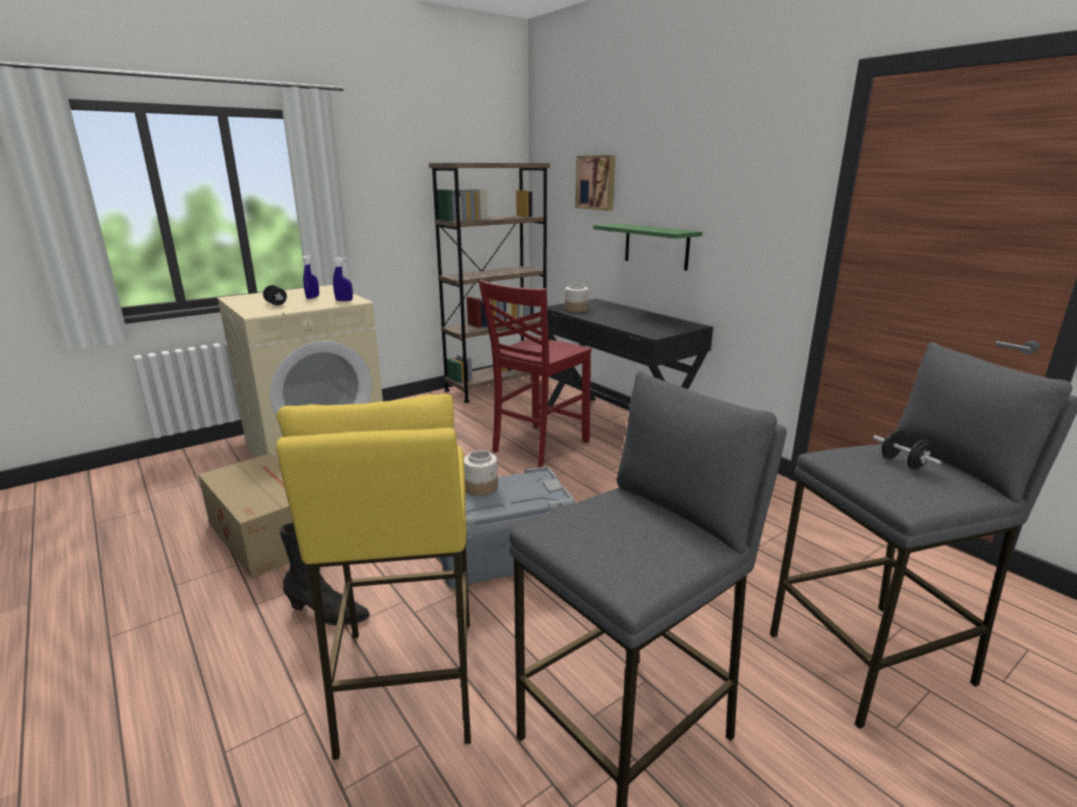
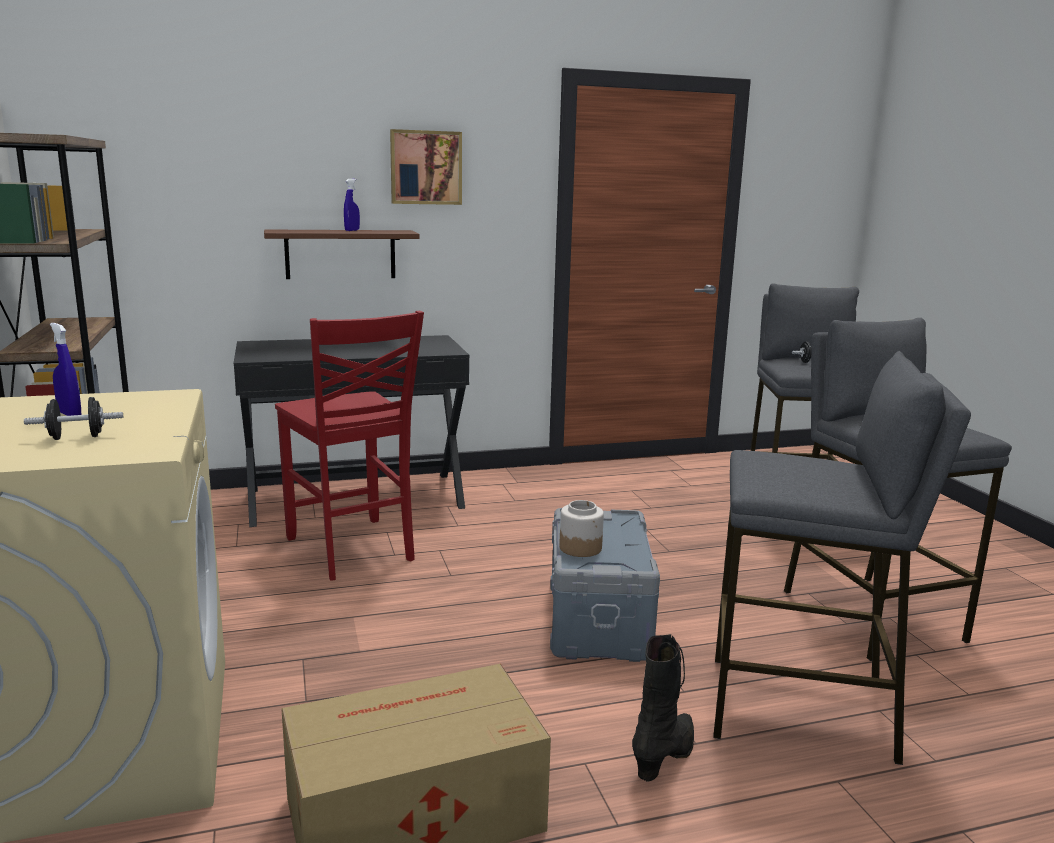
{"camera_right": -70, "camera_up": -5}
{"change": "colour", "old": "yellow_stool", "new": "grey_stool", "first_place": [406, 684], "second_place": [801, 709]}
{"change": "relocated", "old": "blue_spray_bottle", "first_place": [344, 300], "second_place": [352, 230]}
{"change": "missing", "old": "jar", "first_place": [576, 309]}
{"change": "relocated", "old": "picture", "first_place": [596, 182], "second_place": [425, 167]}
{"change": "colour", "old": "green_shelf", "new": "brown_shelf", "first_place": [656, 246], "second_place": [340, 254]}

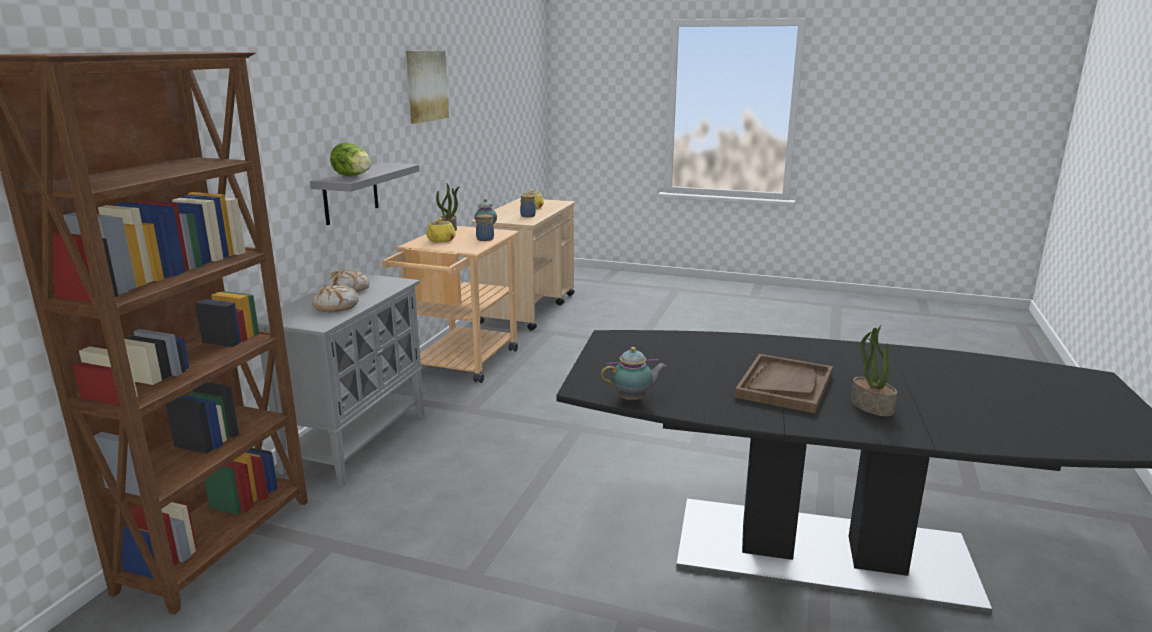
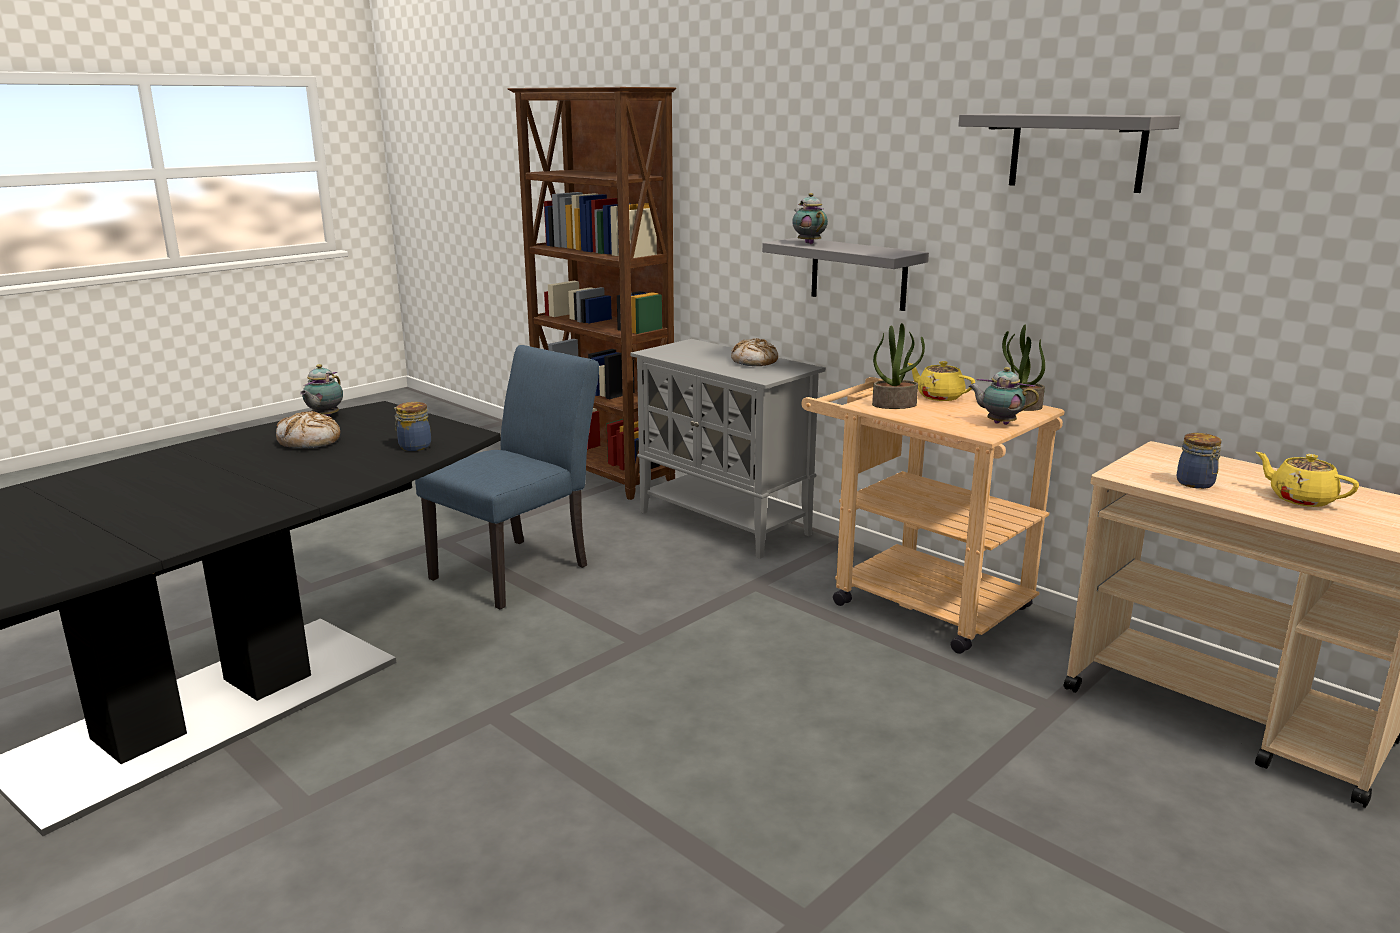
{"camera_right": 115, "camera_up": 0}
{"change": "relocated", "old": "bread", "first_place": [336, 306], "second_place": [310, 441]}
{"change": "exchanged", "old": "lettuce", "new": "teapot", "first_place": [354, 176], "second_place": [808, 243]}
{"change": "exchanged", "old": "picture", "new": "grey_shelf", "first_place": [425, 85], "second_place": [1076, 152]}
{"change": "relocated", "old": "jar", "first_place": [485, 239], "second_place": [413, 446]}
{"change": "missing", "old": "brown_tray", "first_place": [784, 385]}
{"change": "relocated", "old": "potted_plant", "first_place": [870, 406], "second_place": [894, 404]}
{"change": "appeared", "new": "blue_chair", "second_place": [519, 568]}

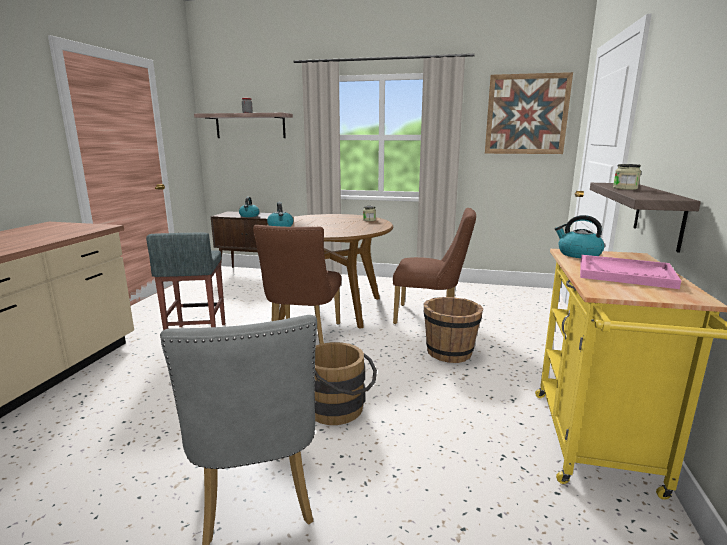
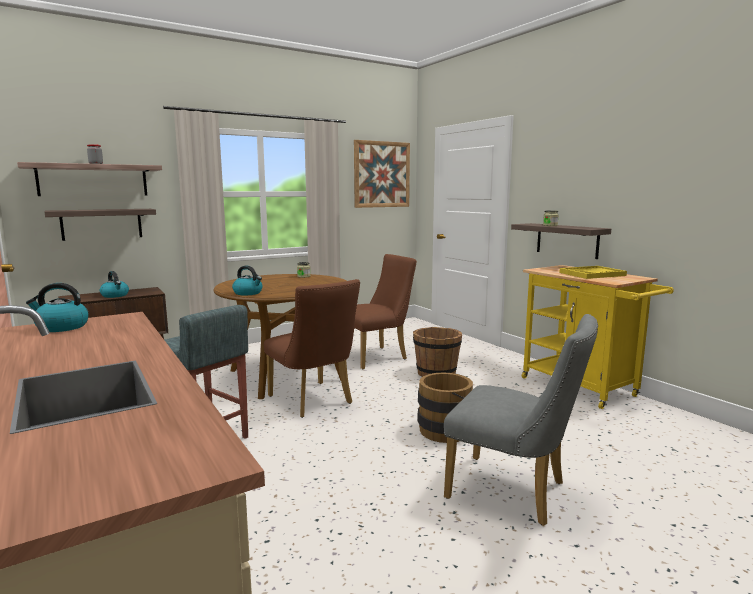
{"camera_right": -45, "camera_up": -5}
{"change": "relocated", "old": "kettle", "first_place": [578, 254], "second_place": [61, 327]}
{"change": "colour", "old": "pink_tray", "new": "yellow_tray", "first_place": [625, 274], "second_place": [592, 274]}
{"change": "appeared", "new": "shelf", "second_place": [102, 224]}

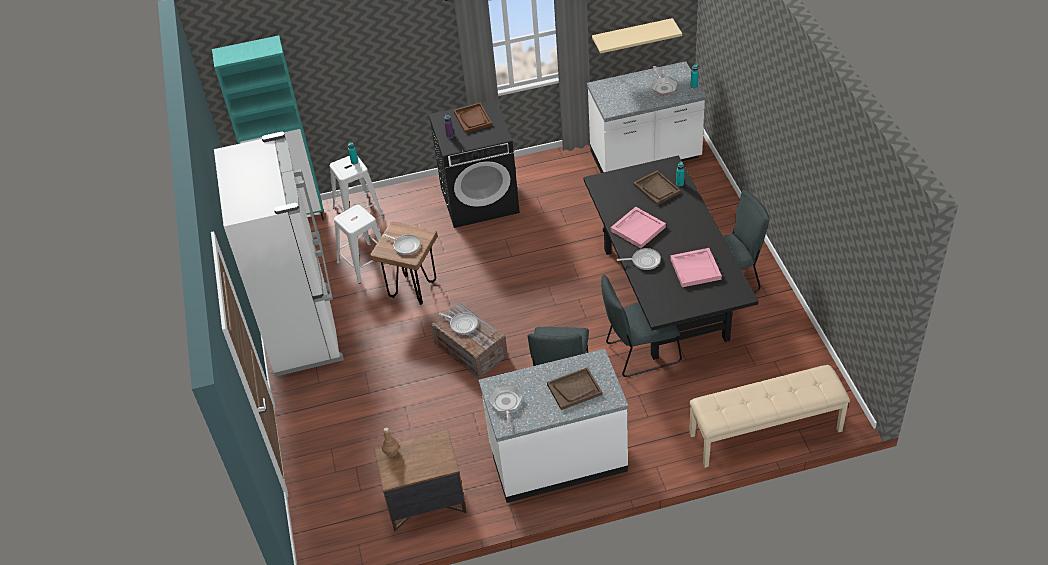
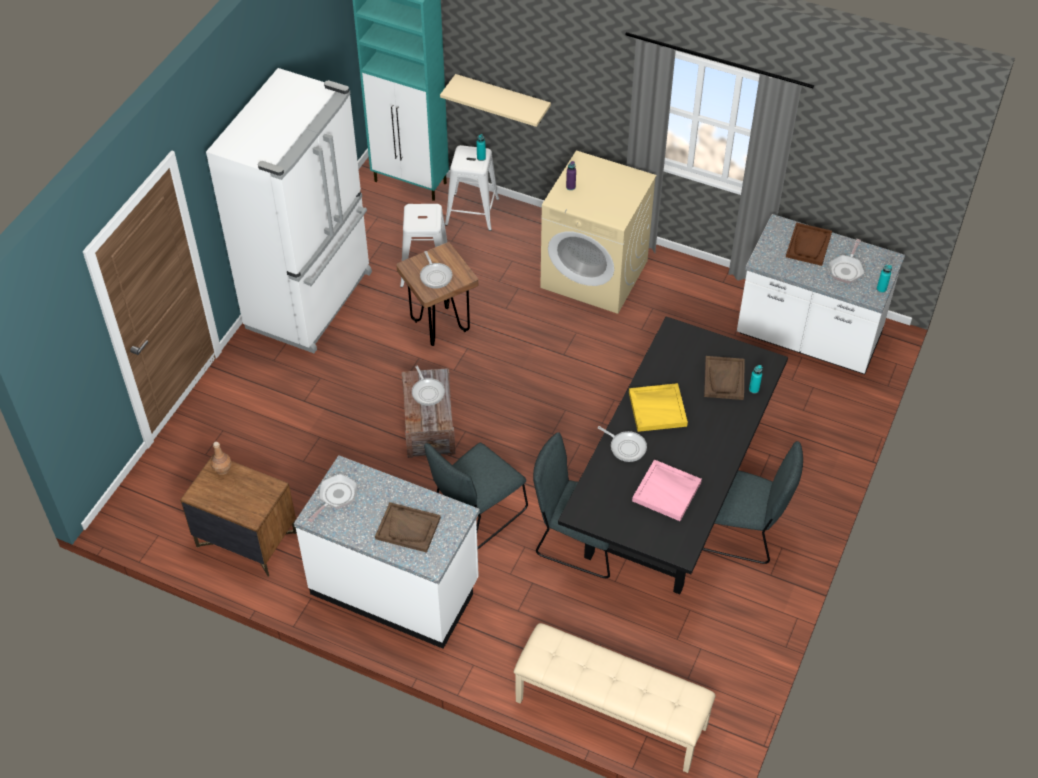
{"camera_right": 35, "camera_up": 5}
{"change": "colour", "old": "black_washing_machine", "new": "beige_washing_machine", "first_place": [480, 199], "second_place": [595, 274]}
{"change": "relocated", "old": "brown_tray", "first_place": [473, 119], "second_place": [808, 245]}
{"change": "relocated", "old": "beige_shelf", "first_place": [632, 36], "second_place": [502, 99]}
{"change": "colour", "old": "pink_tray", "new": "yellow_tray", "first_place": [638, 228], "second_place": [658, 409]}

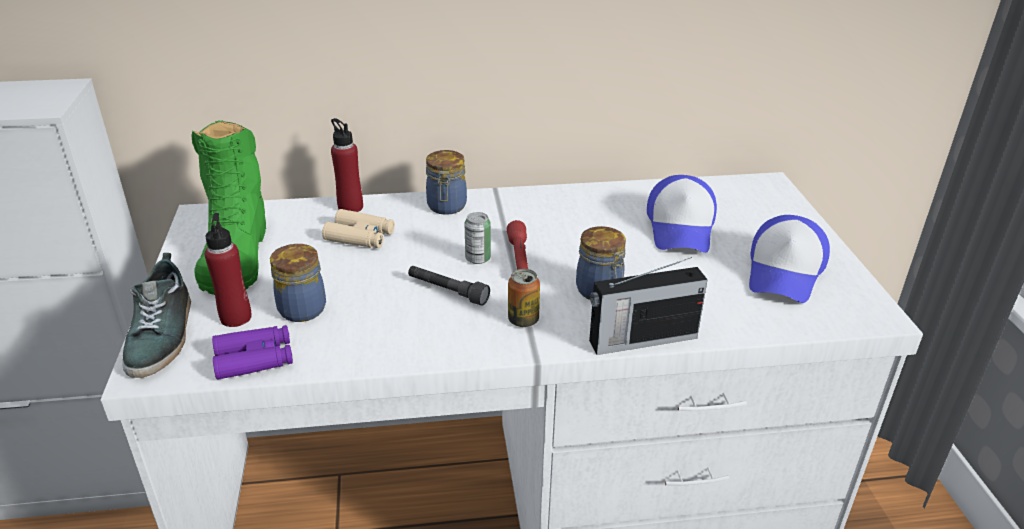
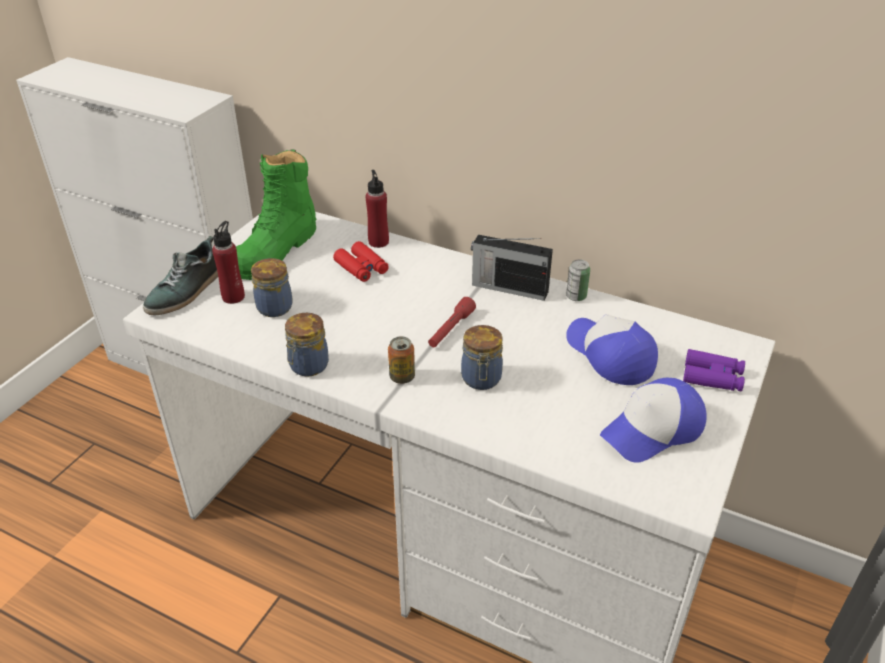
{"camera_right": 35, "camera_up": 5}
{"change": "relocated", "old": "purple_binoculars", "first_place": [254, 359], "second_place": [712, 377]}
{"change": "colour", "old": "beige_binoculars", "new": "red_binoculars", "first_place": [360, 237], "second_place": [361, 268]}
{"change": "missing", "old": "grey_flashlight", "first_place": [447, 291]}
{"change": "relocated", "old": "jar", "first_place": [446, 207], "second_place": [307, 366]}
{"change": "relocated", "old": "can", "first_place": [478, 258], "second_place": [576, 296]}
{"change": "relocated", "old": "radio", "first_place": [641, 339], "second_place": [508, 288]}
{"change": "spun", "old": "cap", "first_place": [681, 227], "second_place": [609, 355], "degrees": 105}

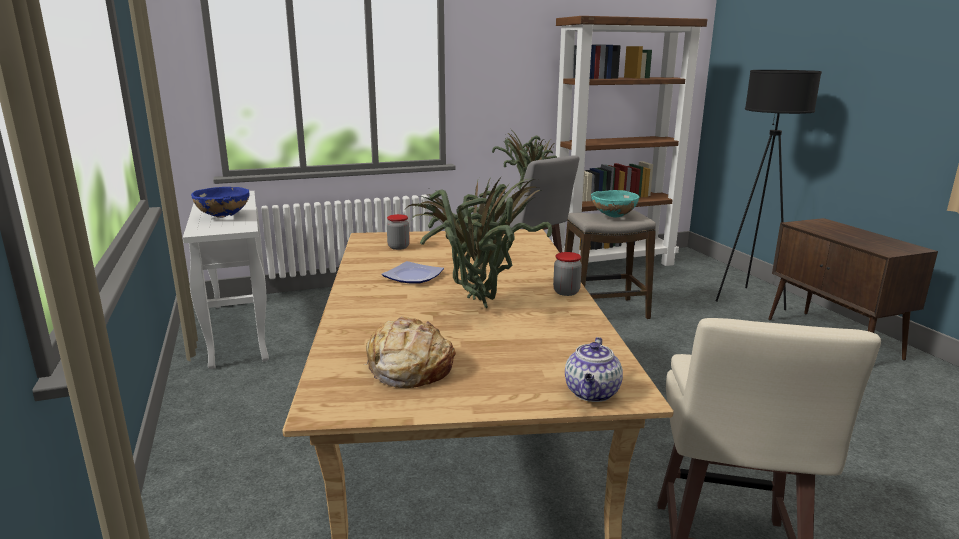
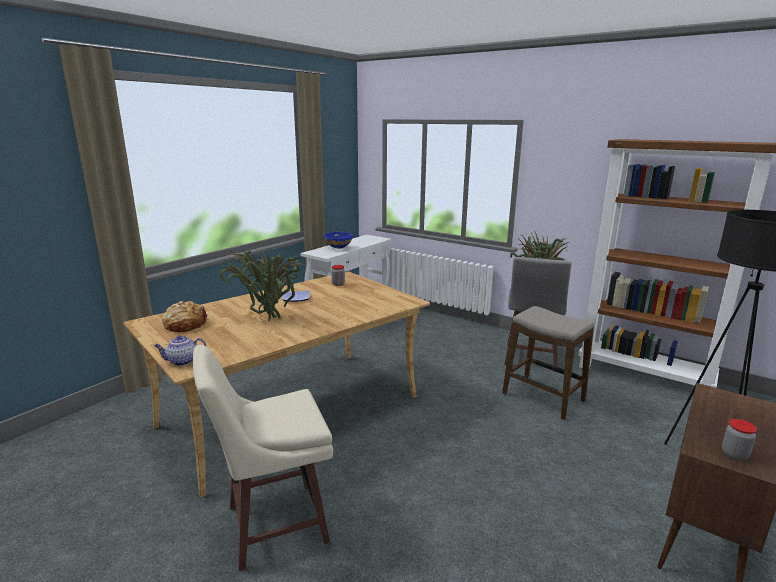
{"camera_right": 55, "camera_up": 0}
{"change": "relocated", "old": "jar", "first_place": [566, 292], "second_place": [734, 454]}
{"change": "missing", "old": "turquoise_bowl", "first_place": [613, 217]}

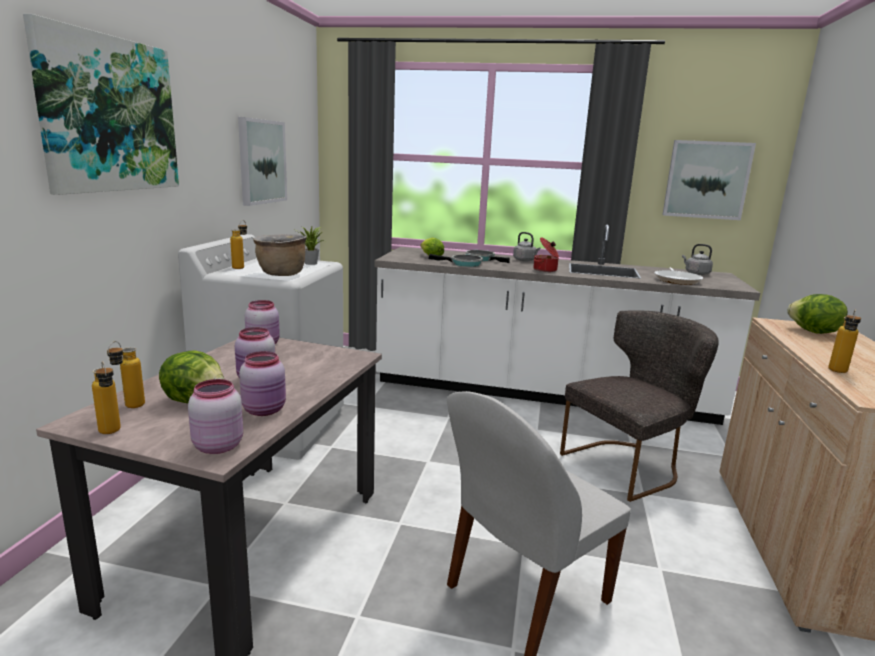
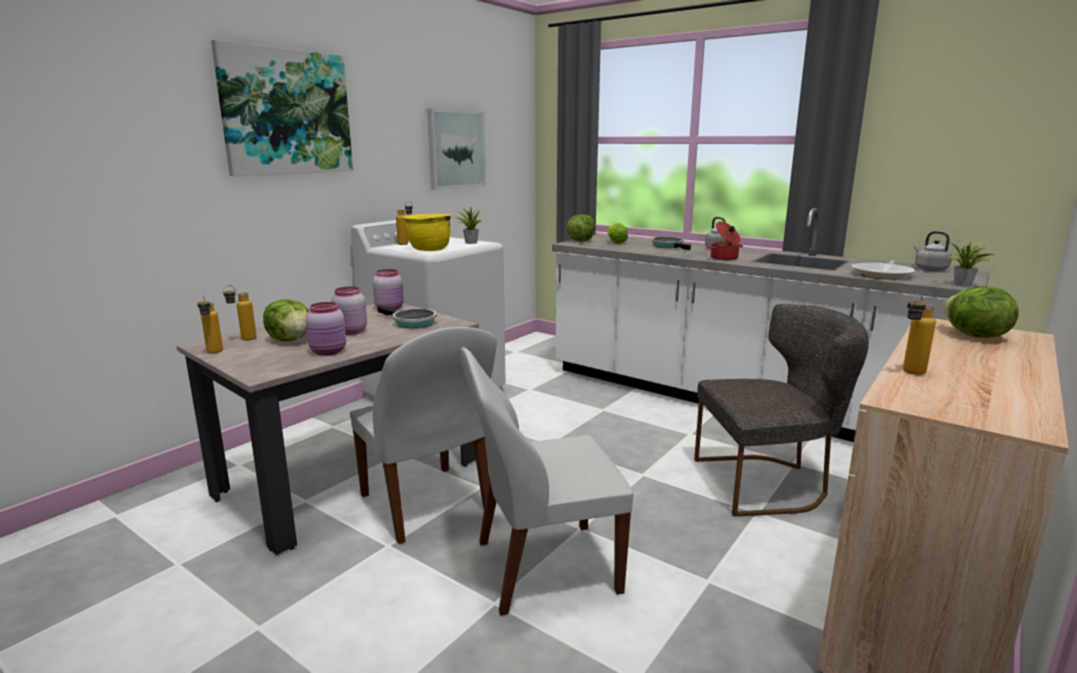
{"camera_right": 25, "camera_up": 0}
{"change": "missing", "old": "pink_jar", "first_place": [217, 446]}
{"change": "colour", "old": "brown_cooking_pot", "new": "yellow_cooking_pot", "first_place": [281, 274], "second_place": [429, 250]}
{"change": "relocated", "old": "frying_pan", "first_place": [463, 264], "second_place": [411, 322]}
{"change": "missing", "old": "picture", "first_place": [706, 180]}
{"change": "appeared", "new": "white_chair", "second_place": [426, 505]}
{"change": "appeared", "new": "lettuce", "second_place": [580, 241]}
{"change": "appeared", "new": "potted_plant", "second_place": [963, 285]}

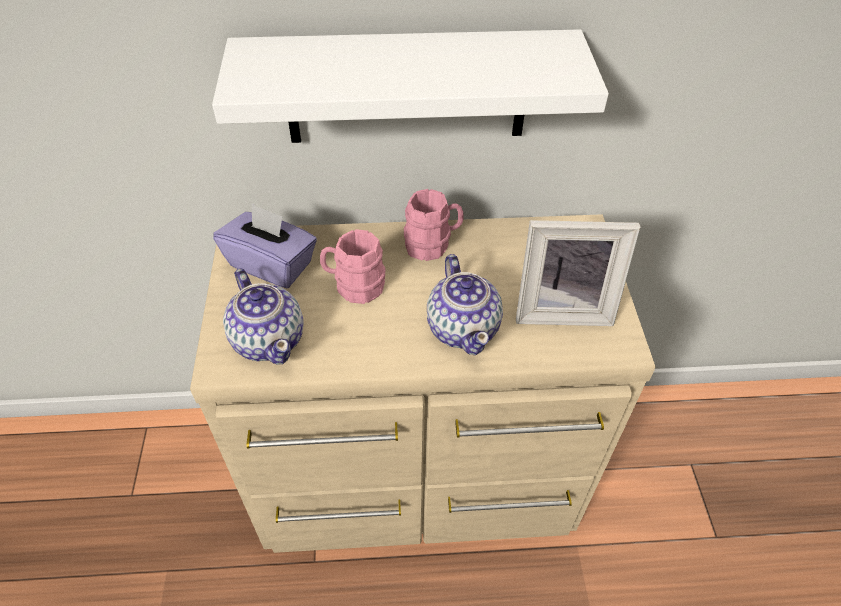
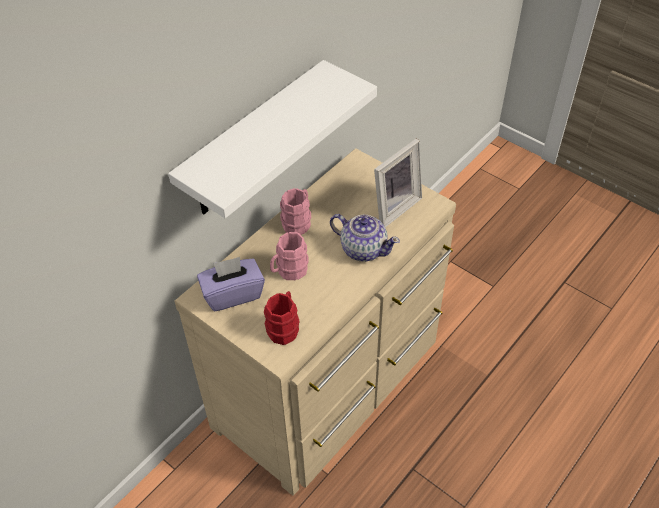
{"camera_right": -45, "camera_up": 0}
{"change": "exchanged", "old": "teapot", "new": "red_mug", "first_place": [269, 339], "second_place": [284, 326]}

